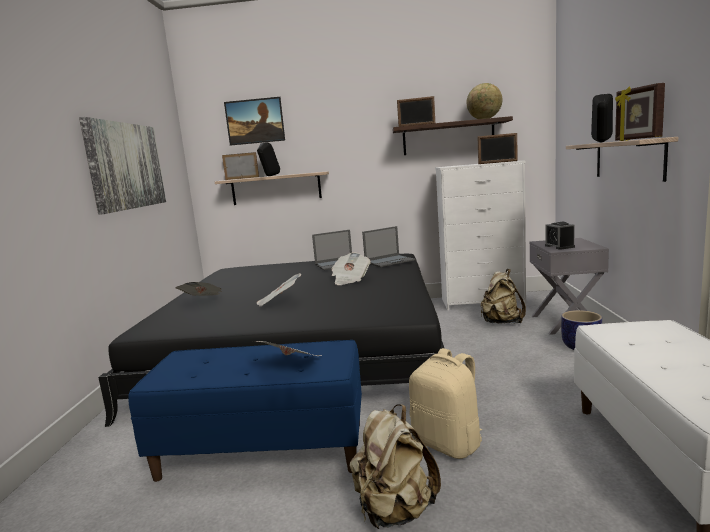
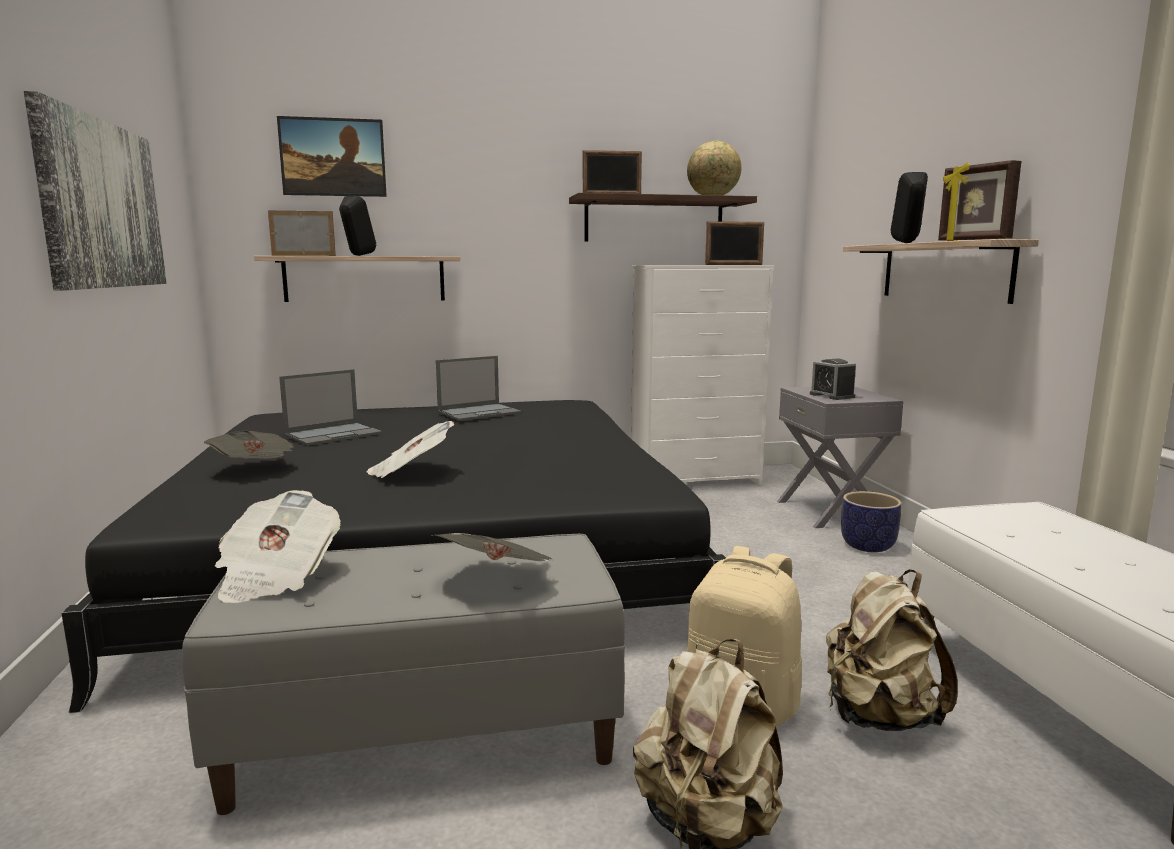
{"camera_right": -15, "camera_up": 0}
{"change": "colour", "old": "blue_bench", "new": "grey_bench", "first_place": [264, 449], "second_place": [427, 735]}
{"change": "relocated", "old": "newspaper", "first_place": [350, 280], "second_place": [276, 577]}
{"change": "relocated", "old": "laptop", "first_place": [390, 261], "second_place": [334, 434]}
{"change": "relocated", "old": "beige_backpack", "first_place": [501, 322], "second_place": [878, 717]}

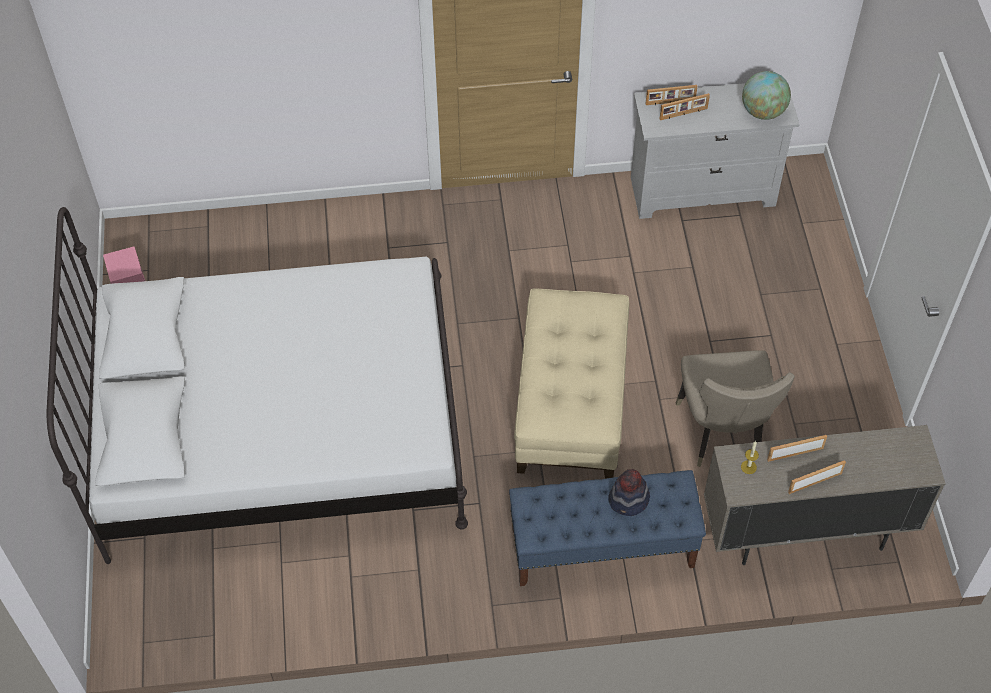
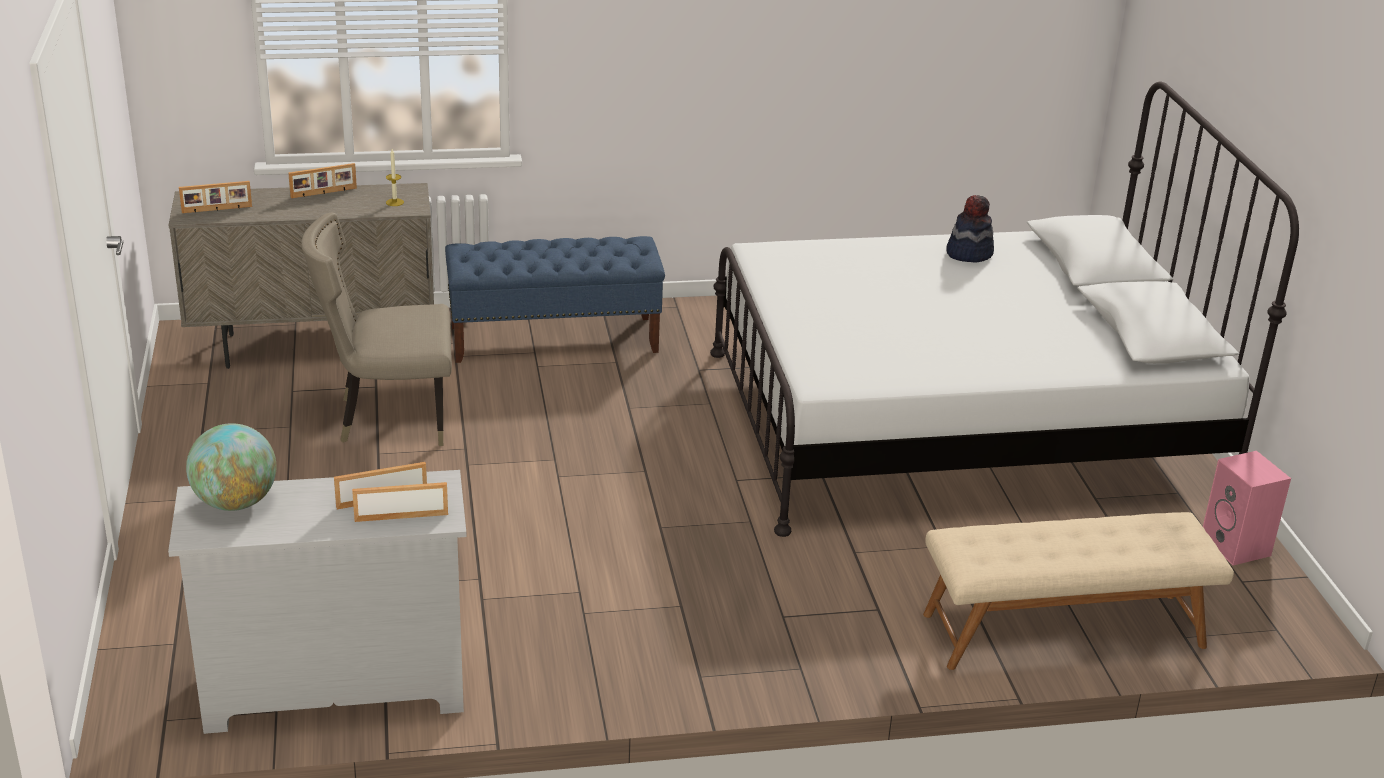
{"camera_right": 175, "camera_up": -25}
{"change": "missing", "old": "beige_ottoman", "first_place": [572, 403]}
{"change": "relocated", "old": "hat", "first_place": [629, 500], "second_place": [969, 253]}
{"change": "spun", "old": "beige_chair", "first_place": [723, 434], "second_place": [388, 418], "degrees": -90}
{"change": "relocated", "old": "picture_frame", "first_place": [794, 453], "second_place": [217, 210]}
{"change": "appeared", "new": "beige_bench", "second_place": [1064, 631]}

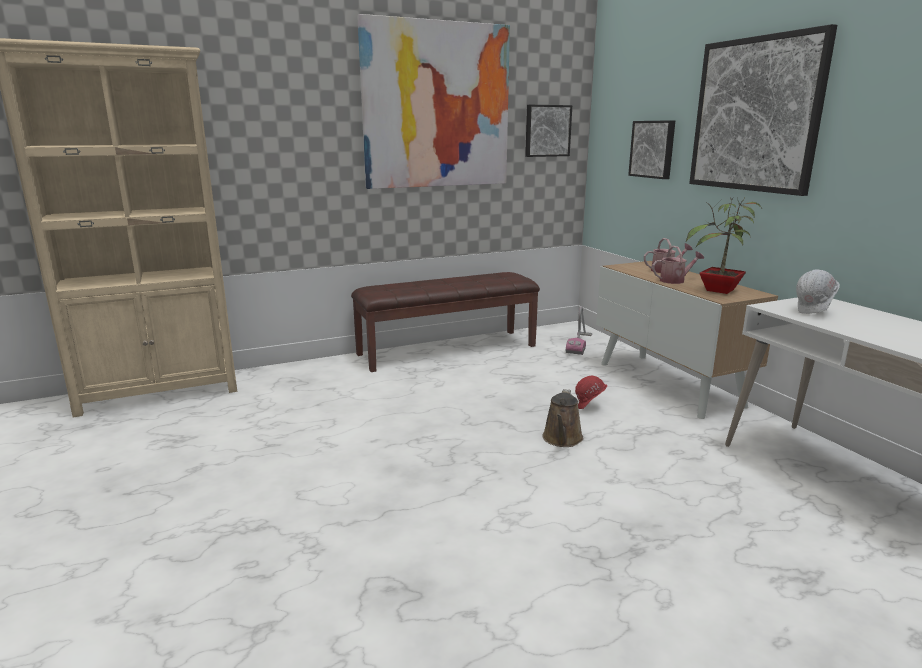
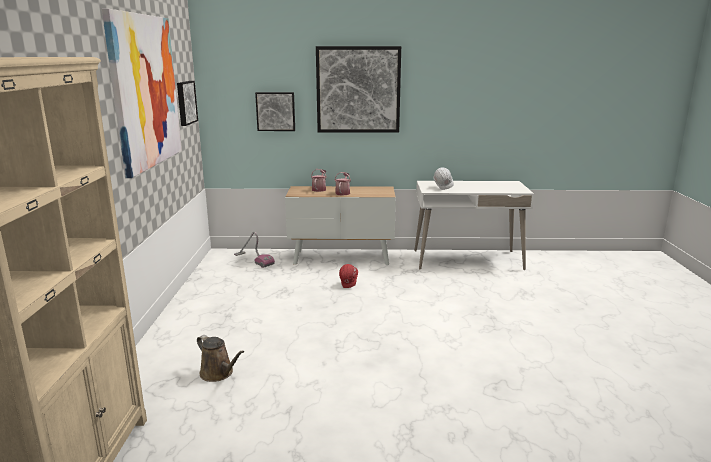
{"camera_right": -65, "camera_up": 0}
{"change": "missing", "old": "brown_bench", "first_place": [447, 349]}
{"change": "relocated", "old": "brown_watering_can", "first_place": [562, 439], "second_place": [218, 373]}
{"change": "missing", "old": "potted_plant", "first_place": [719, 291]}

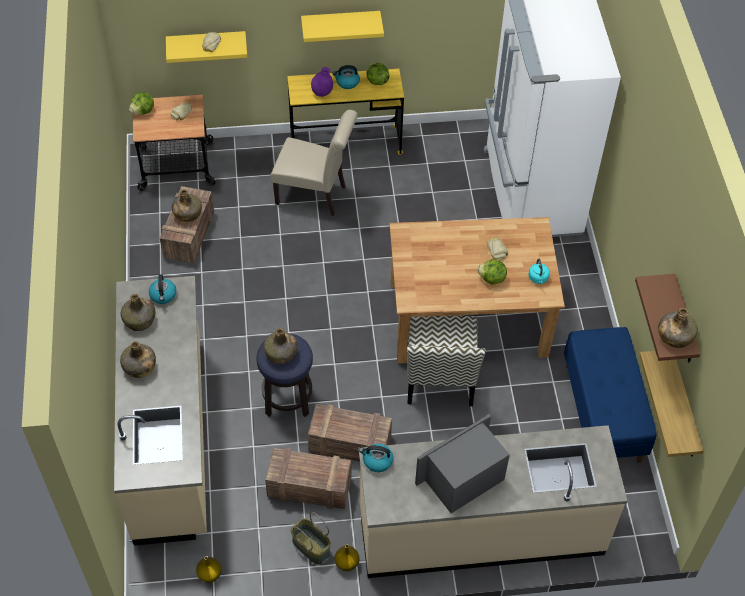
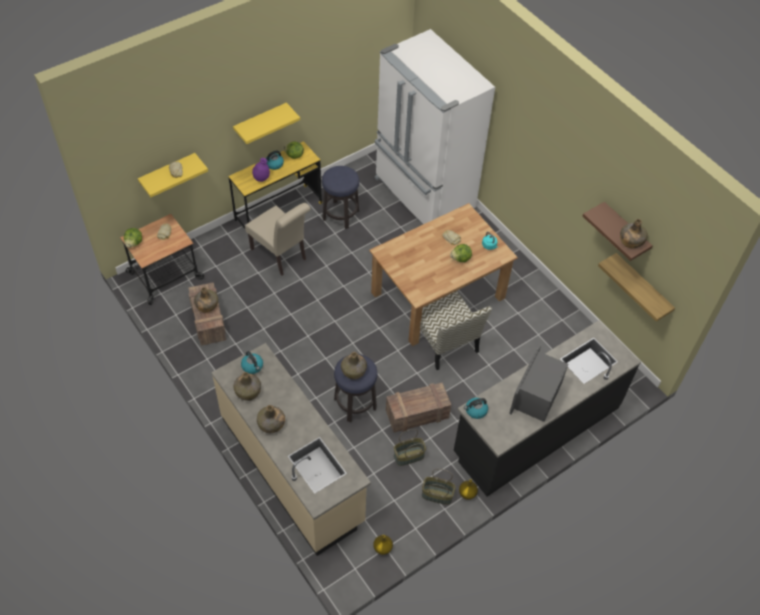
{"camera_right": -30, "camera_up": 0}
{"change": "exchanged", "old": "crate", "new": "basket", "first_place": [308, 487], "second_place": [409, 456]}
{"change": "spun", "old": "beige_chair", "first_place": [315, 195], "second_place": [281, 256], "degrees": 60}
{"change": "colour", "old": "beige_counter", "new": "black_counter", "first_place": [480, 530], "second_place": [536, 430]}
{"change": "missing", "old": "blue_bench", "first_place": [603, 412]}
{"change": "appeared", "new": "stool", "second_place": [340, 215]}

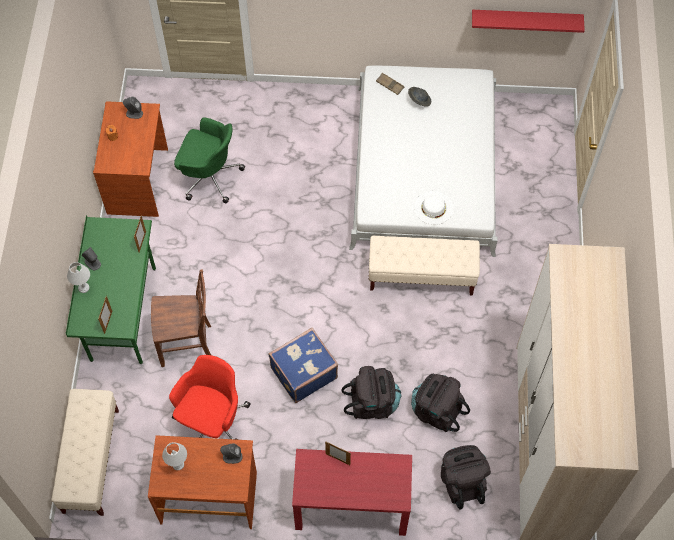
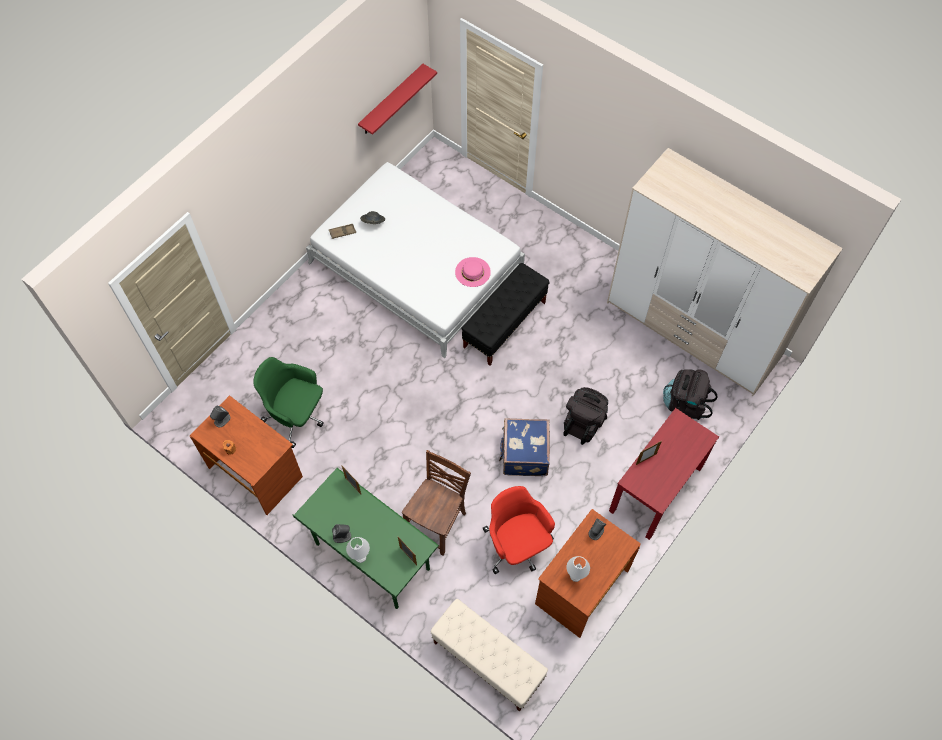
{"camera_right": -55, "camera_up": 0}
{"change": "spun", "old": "green_office_chair", "first_place": [209, 176], "second_place": [297, 415], "degrees": -120}
{"change": "colour", "old": "beige_bench", "new": "black_bench", "first_place": [422, 276], "second_place": [504, 325]}
{"change": "missing", "old": "black_backpack", "first_place": [436, 411]}
{"change": "colour", "old": "white_hat", "new": "pink_hat", "first_place": [433, 207], "second_place": [472, 272]}

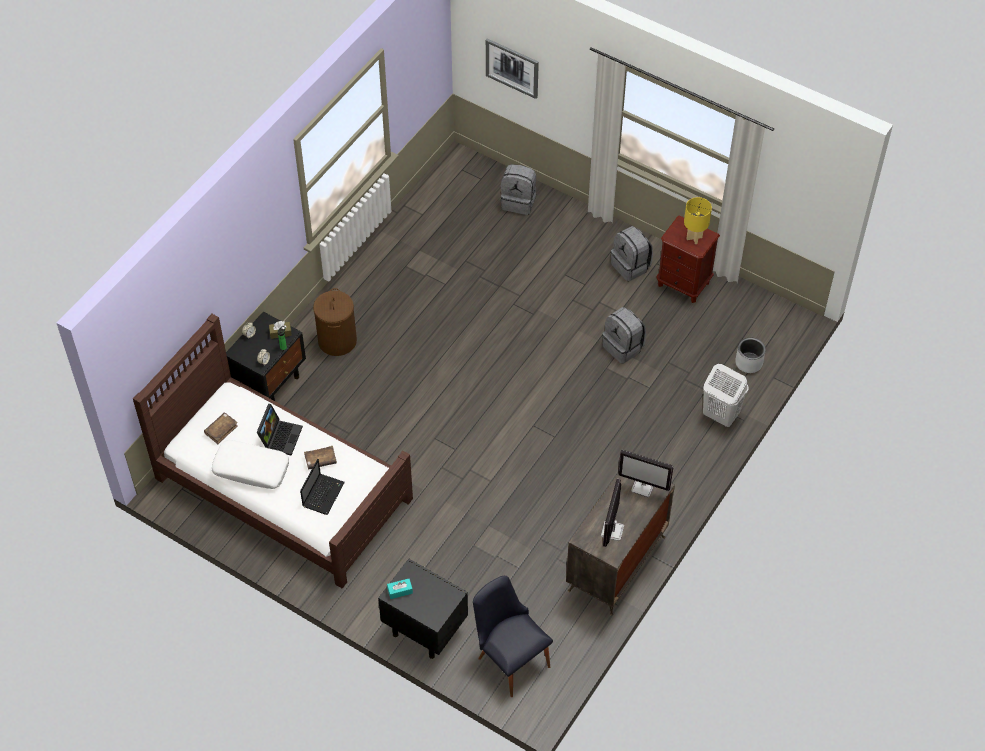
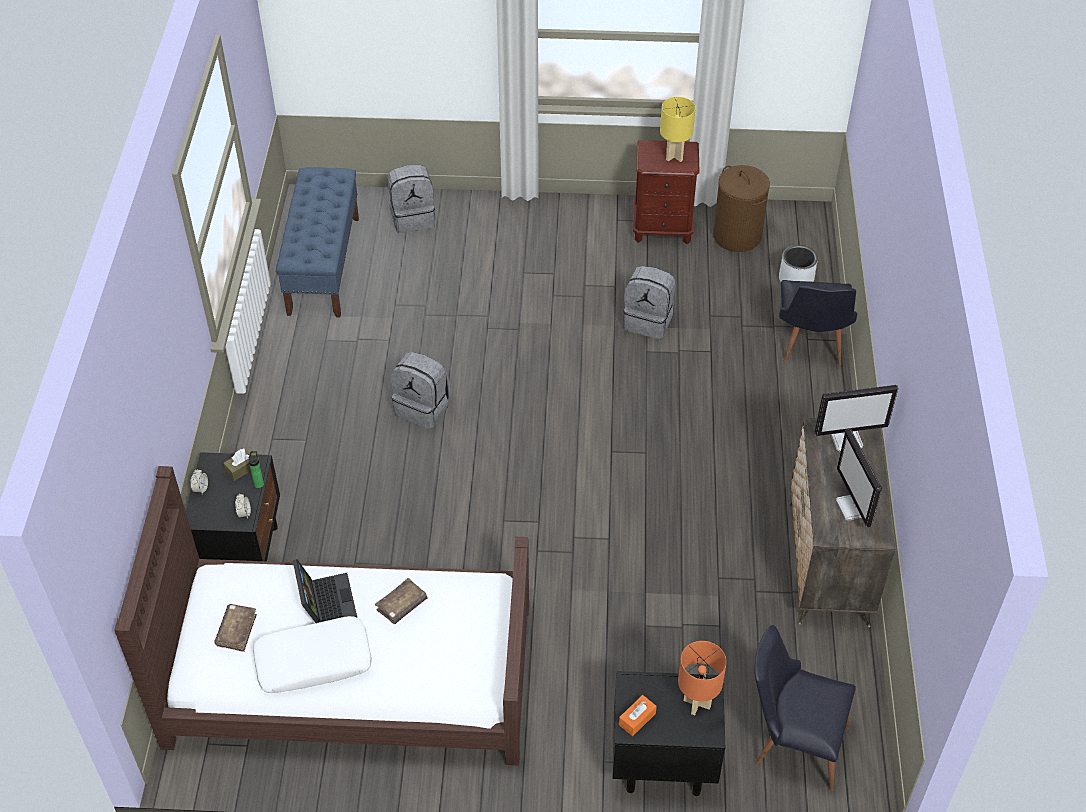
{"camera_right": -30, "camera_up": -5}
{"change": "missing", "old": "laptop", "first_place": [323, 494]}
{"change": "relocated", "old": "brown_laundry_basket", "first_place": [337, 341], "second_place": [737, 236]}
{"change": "colour", "old": "turquoise_tissue_box", "new": "orange_tissue_box", "first_place": [400, 591], "second_place": [637, 719]}
{"change": "missing", "old": "picture", "first_place": [512, 68]}
{"change": "relocated", "old": "grey_backpack", "first_place": [631, 266], "second_place": [423, 408]}
{"change": "exchanged", "old": "white_laundry_basket", "new": "black_chair", "first_place": [720, 415], "second_place": [810, 346]}
{"change": "appeared", "new": "blue_bench", "second_place": [323, 265]}
{"change": "appeared", "new": "orange_table_lamp", "second_place": [696, 703]}

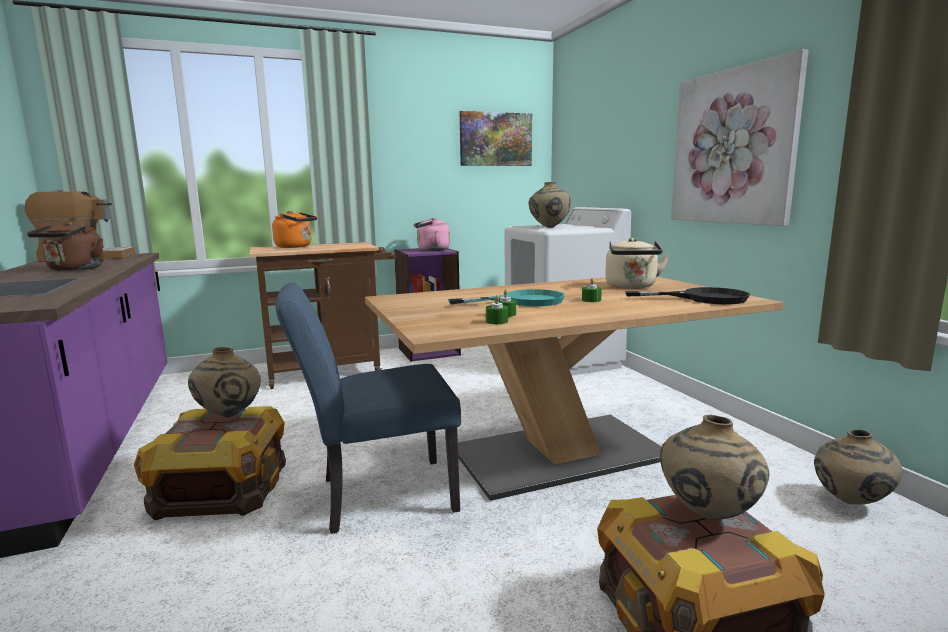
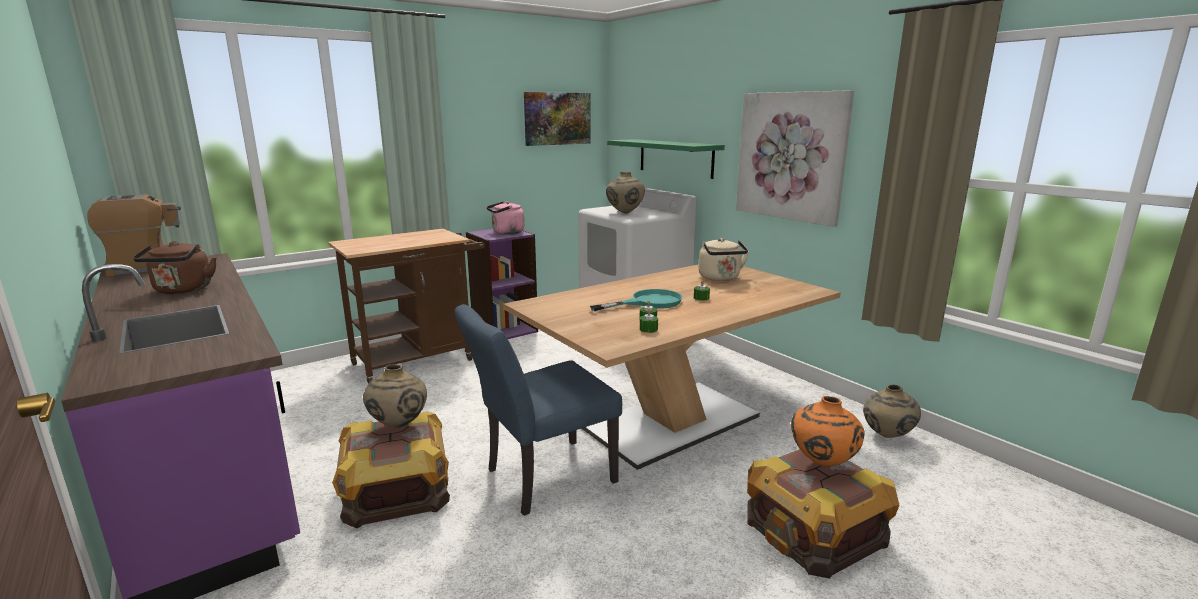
{"camera_right": -15, "camera_up": 5}
{"change": "missing", "old": "orange_kettle", "first_place": [296, 247]}
{"change": "missing", "old": "black_frying_pan", "first_place": [703, 298]}
{"change": "colour", "old": "beige_vase", "new": "orange_vase", "first_place": [707, 515], "second_place": [822, 463]}
{"change": "appeared", "new": "green_shelf", "second_place": [675, 158]}

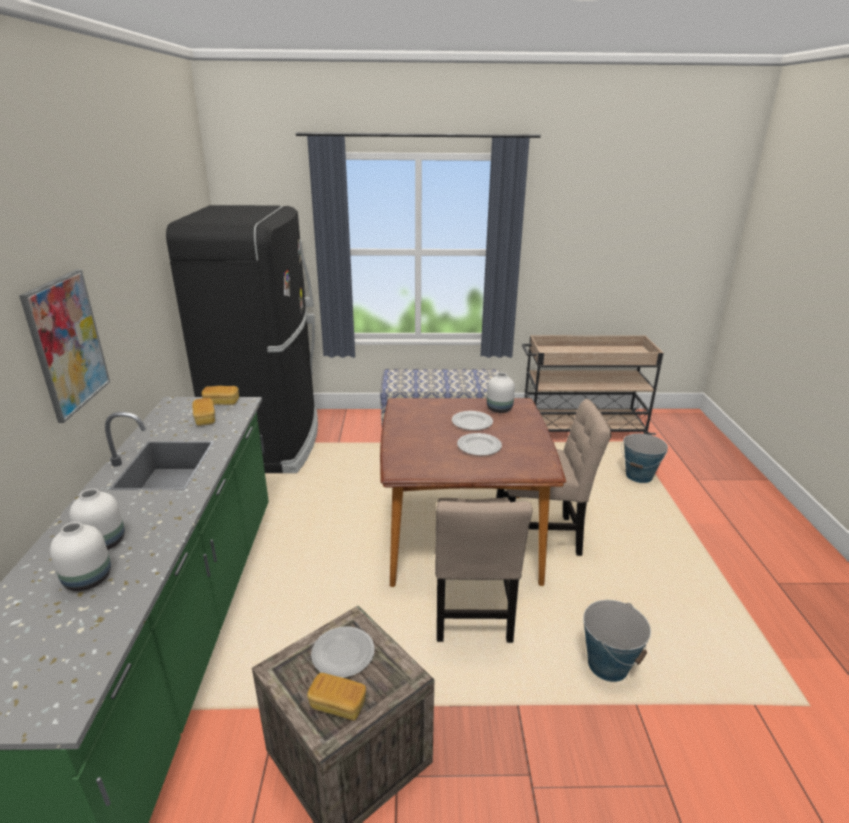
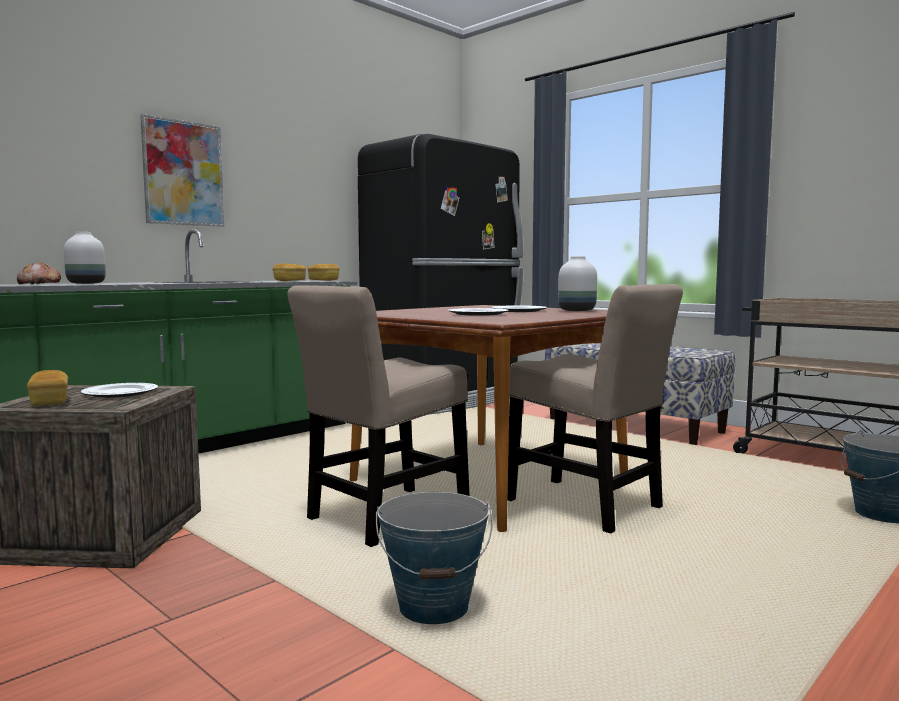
{"camera_right": 45, "camera_up": -20}
{"change": "exchanged", "old": "white_vase", "new": "bread", "first_place": [89, 580], "second_place": [38, 284]}

